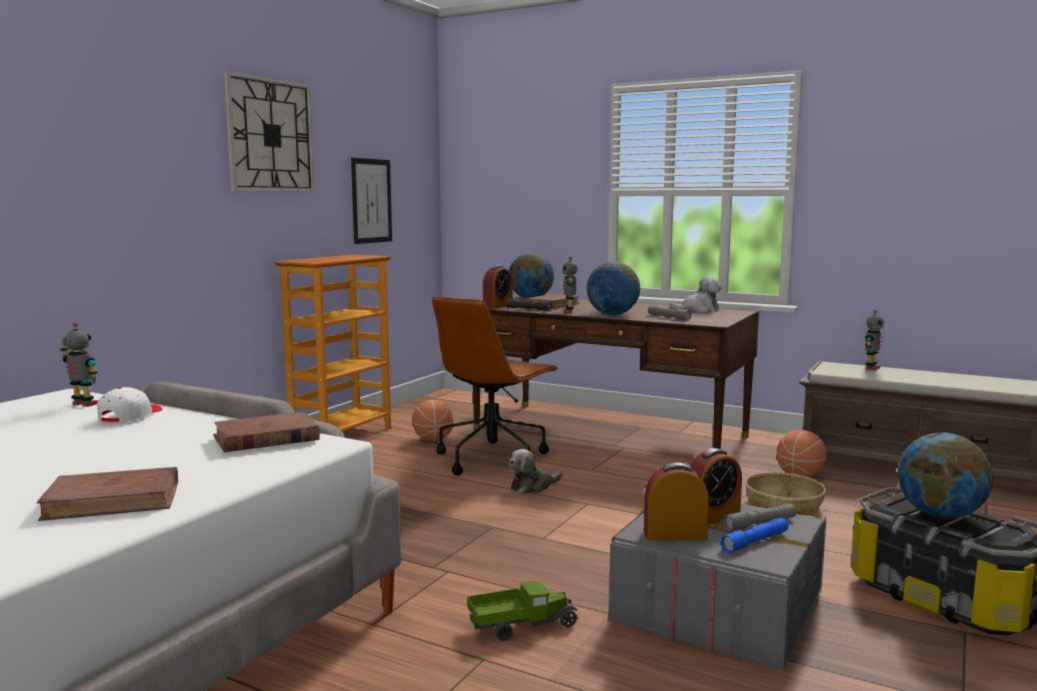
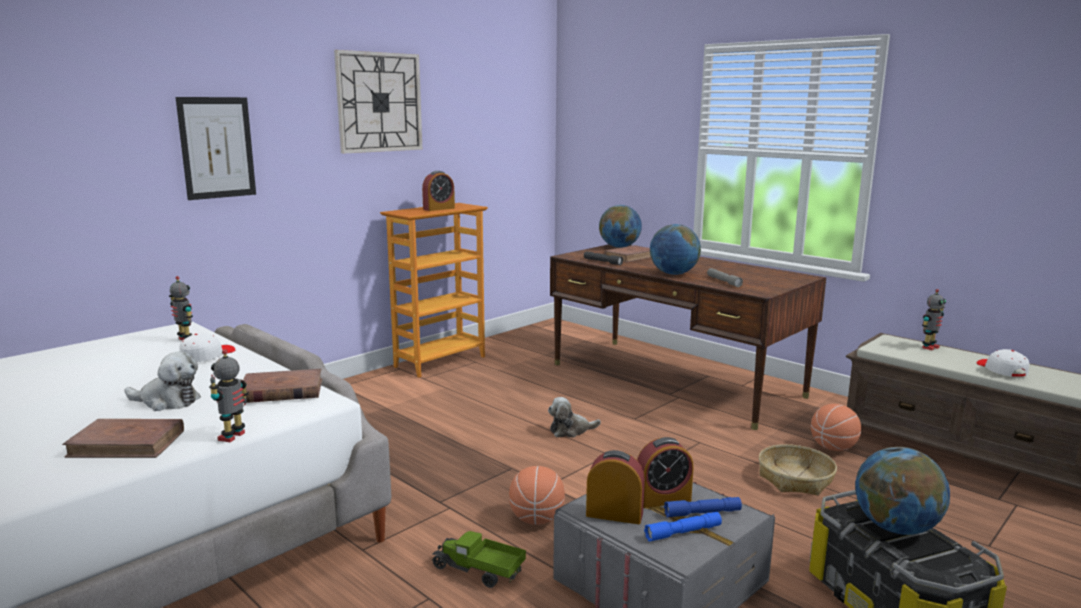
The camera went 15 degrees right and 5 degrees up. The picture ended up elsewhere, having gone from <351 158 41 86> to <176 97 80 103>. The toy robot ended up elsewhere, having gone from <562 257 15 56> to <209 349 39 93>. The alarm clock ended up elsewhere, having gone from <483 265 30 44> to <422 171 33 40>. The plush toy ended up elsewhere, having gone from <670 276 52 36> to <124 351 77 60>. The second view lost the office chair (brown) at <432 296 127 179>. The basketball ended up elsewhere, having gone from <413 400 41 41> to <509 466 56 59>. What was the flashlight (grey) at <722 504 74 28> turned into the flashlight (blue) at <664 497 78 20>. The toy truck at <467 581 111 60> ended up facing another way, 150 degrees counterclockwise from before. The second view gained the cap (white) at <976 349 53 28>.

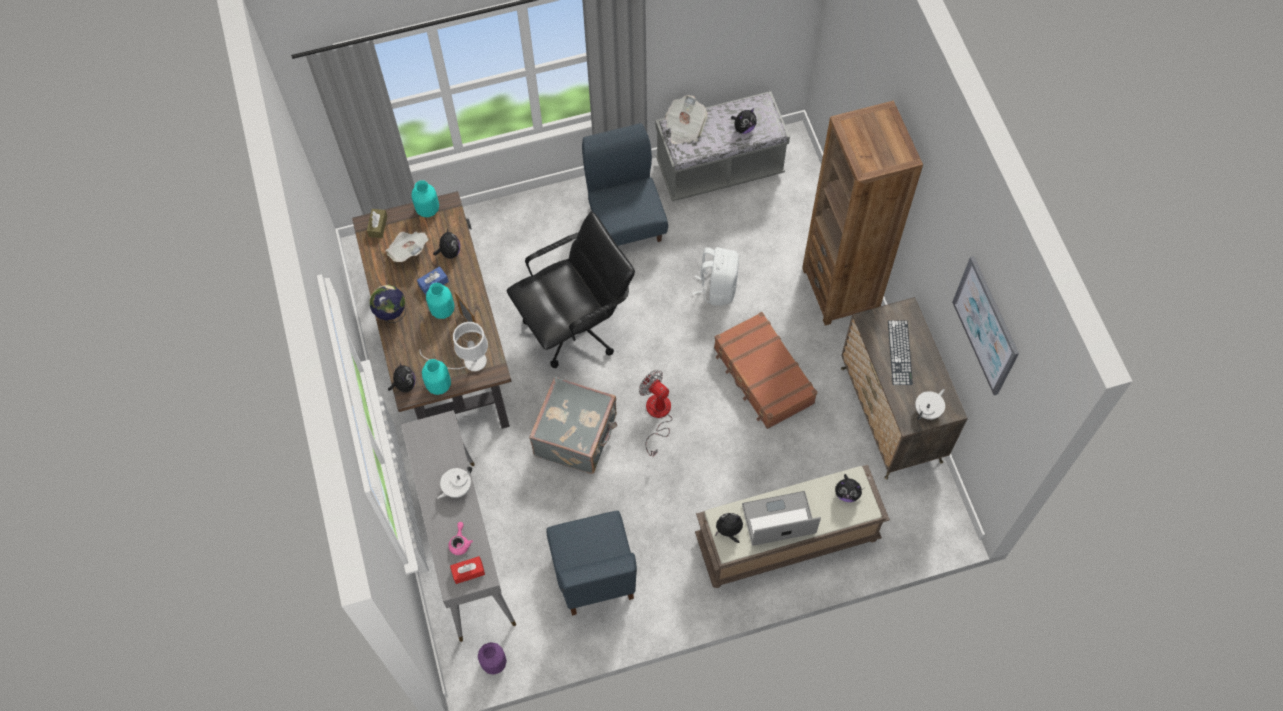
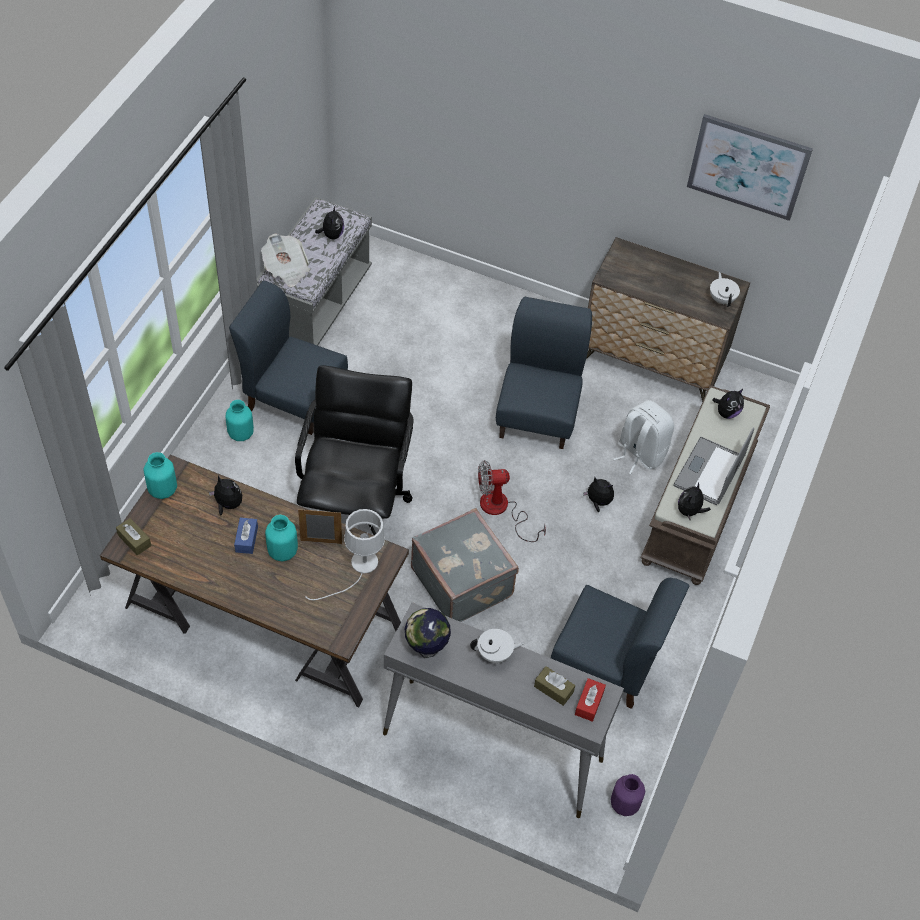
The camera went 55 degrees left and 10 degrees down. The second view lost the bookcase (brown) at <802 101 121 224>. The second view lost the newspaper at <385 231 43 31>. The backpack (white) ended up elsewhere, having gone from <693 247 46 59> to <613 400 61 74>. The globe ended up elsewhere, having gone from <370 285 36 38> to <405 608 46 50>. Where the suitcase (brown) stood at <714 312 104 117>, the chair (blue) came to stand at <496 297 96 152>. The second view lost the keyboard at <888 320 25 65>. The vase (turquoise) ended up elsewhere, having gone from <422 359 29 36> to <226 400 28 41>. The plush toy ended up elsewhere, having gone from <388 362 27 30> to <583 477 31 35>. The teapot (white) at <437 466 35 33> ended up facing another way, 90 degrees counterclockwise from before. Where the teapot (pink) stood at <448 522 25 33>, the tissue box (brown) came to stand at <534 666 41 40>.

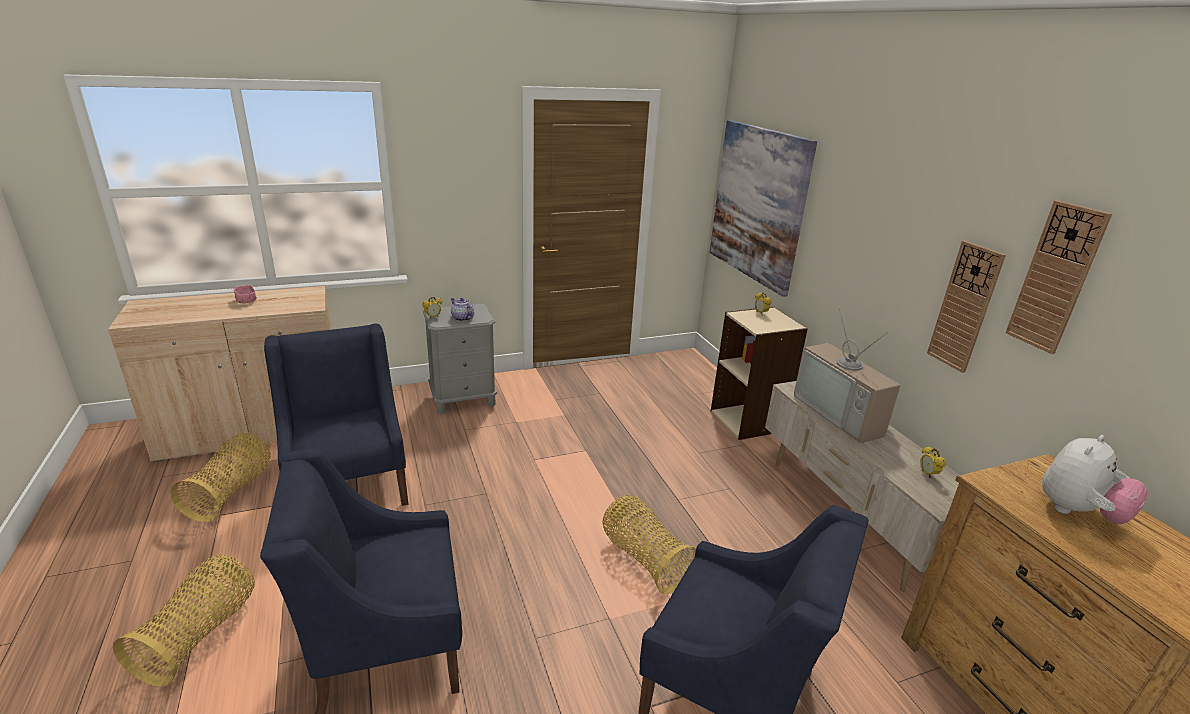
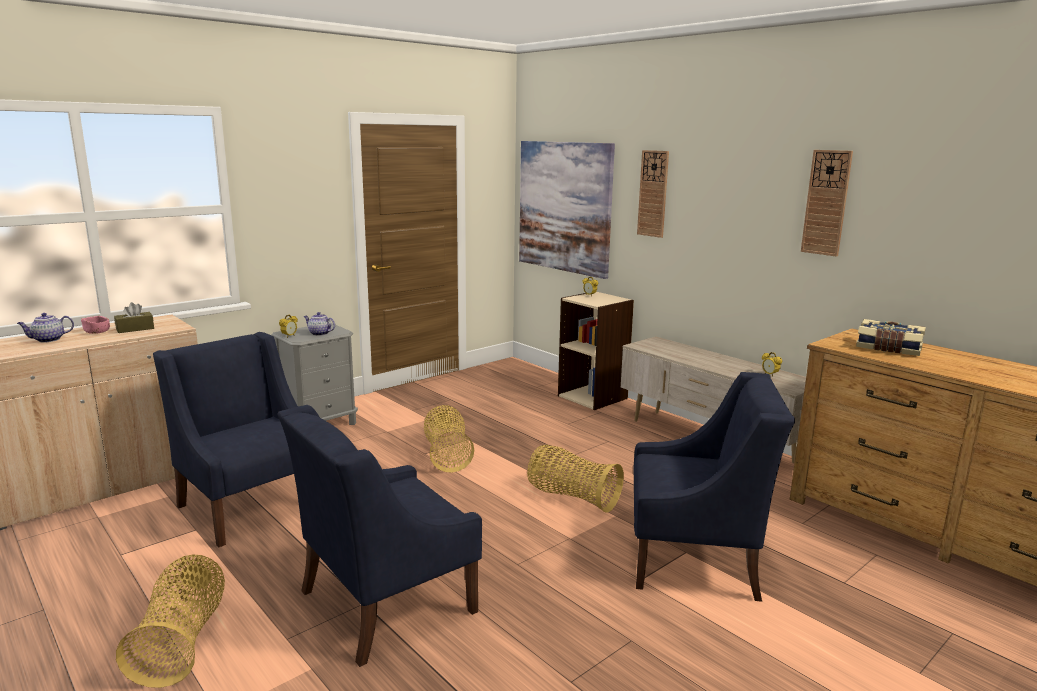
The camera went 20 degrees left and 10 degrees down. The wall clock ended up elsewhere, having gone from <927 241 79 132> to <637 150 32 88>. The second view lost the television at <794 308 107 135>. The basket ended up elsewhere, having gone from <170 434 101 88> to <424 405 50 68>. Where the plush toy stood at <1042 435 105 89>, the book came to stand at <856 319 70 37>. The second view gained the tissue box (brown) at <114 302 40 31>. The second view gained the teapot at <17 313 57 30>.

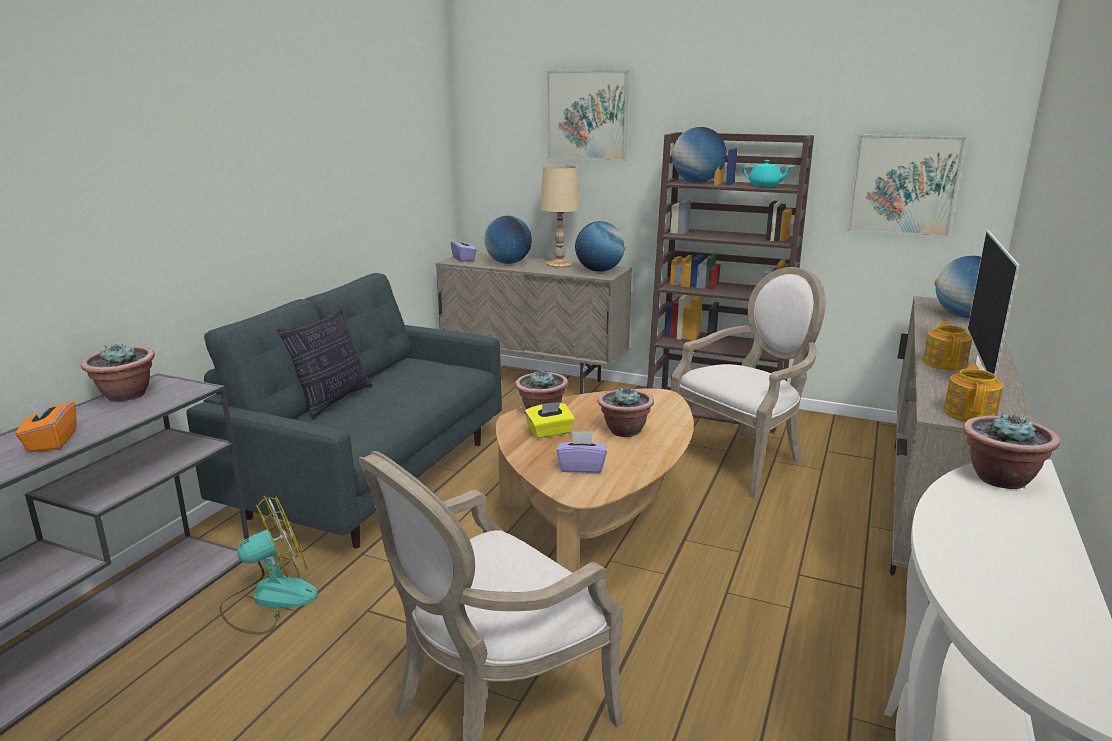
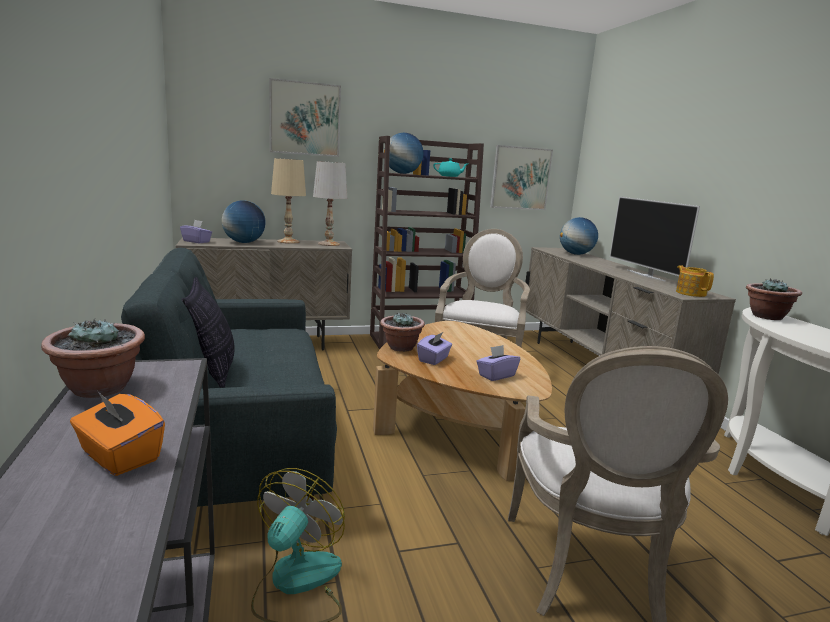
The camera went 40 degrees left and 5 degrees down. Where the globe stood at <575 221 51 51>, the table lamp (white) came to stand at <313 161 34 85>. The second view lost the teapot at <923 321 49 49>. The second view lost the potted plant at <598 386 56 51>. What was the tissue box (yellow) at <525 402 50 37> turned into the tissue box (purple) at <417 332 35 33>.

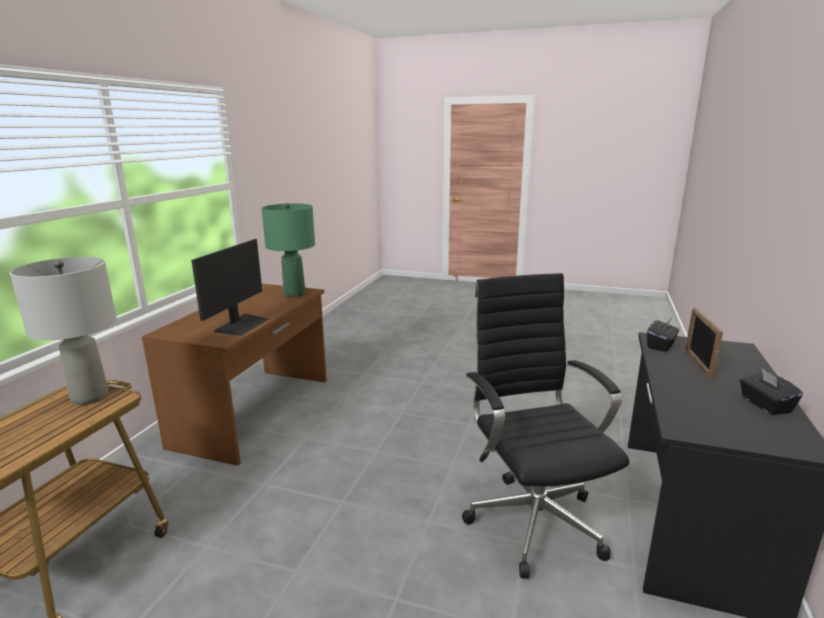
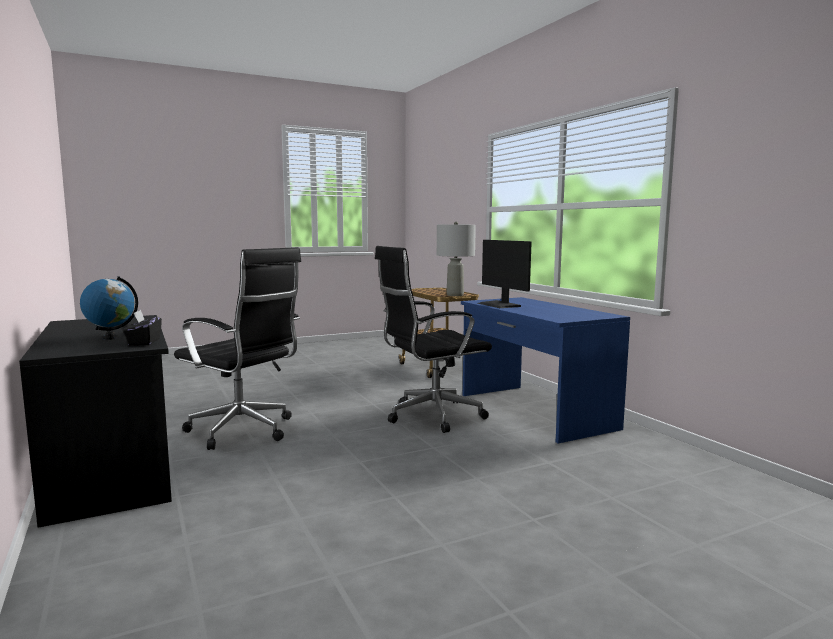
The camera went 135 degrees right and 10 degrees down. The second view lost the table lamp (green) at <262 203 53 94>. What was the desk (brown) at <142 284 185 182> turned into the desk (blue) at <461 297 169 147>. Where the picture frame stood at <685 308 38 71>, the globe came to stand at <80 276 58 64>. The second view lost the tissue box (black) at <740 369 63 46>. The second view gained the office chair (black) at <375 246 117 187>.

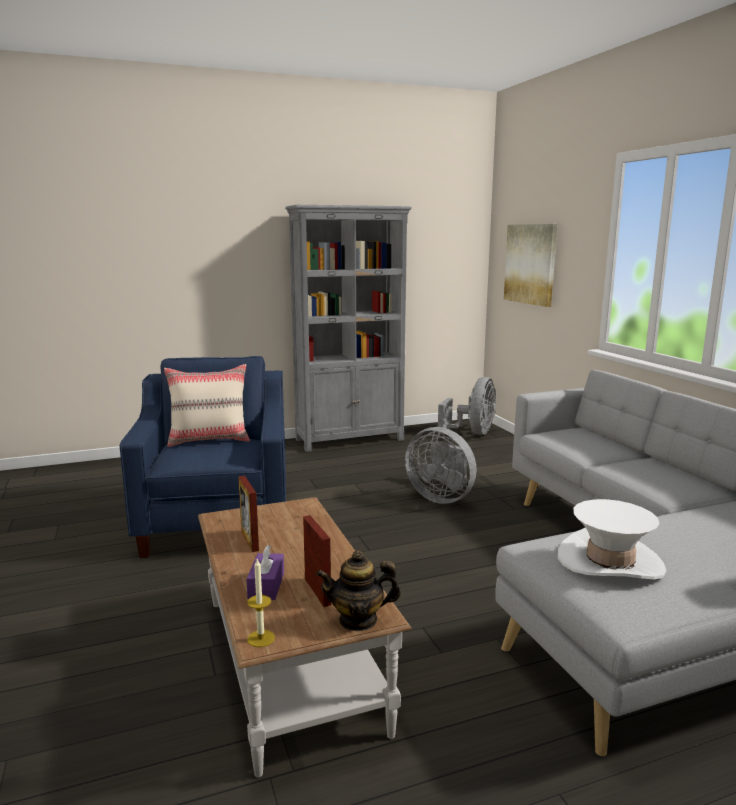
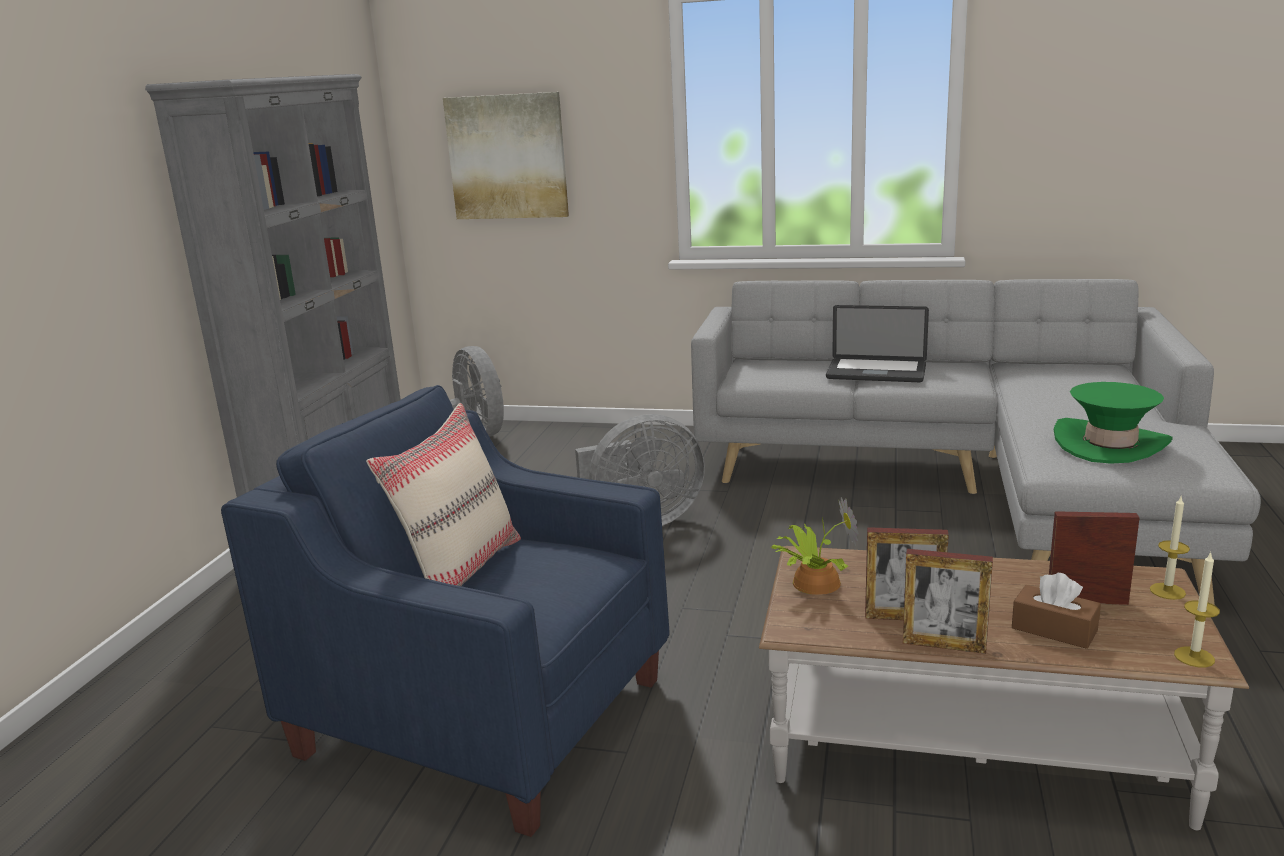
The camera went 55 degrees left and 5 degrees up. What was the hat (white) at <558 499 108 80> turned into the hat (green) at <1054 382 118 82>. What was the tissue box (purple) at <246 545 38 55> turned into the tissue box (brown) at <1012 573 89 76>. Where the teapot stood at <316 550 85 81>, the candle came to stand at <1150 495 40 105>. The second view gained the laptop at <826 305 103 77>. The second view gained the potted plant at <771 497 88 98>. The second view gained the picture frame at <903 549 90 105>.

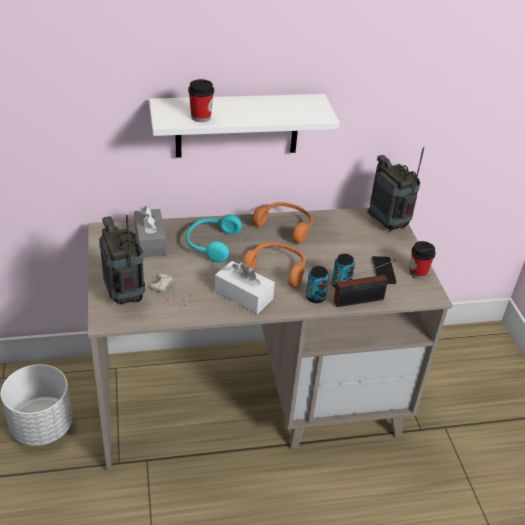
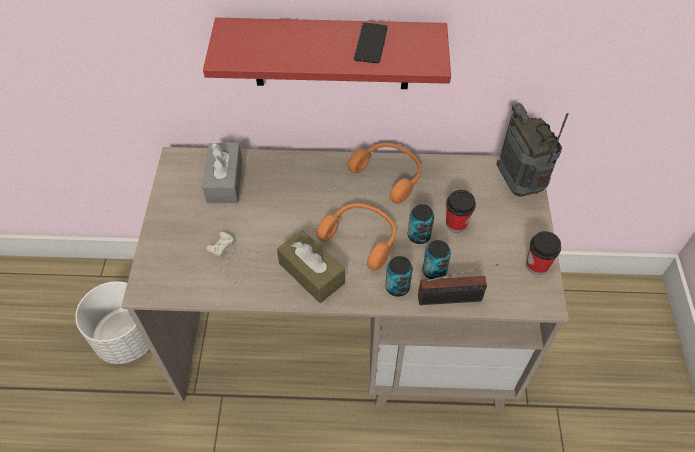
The camera went 15 degrees right and 15 degrees up. The cup ended up elsewhere, having gone from <188 79 26 43> to <446 190 30 43>. What was the shelf (white) at <149 94 190 64> turned into the shelf (red) at <203 18 248 71>. The second view lost the headphones (turquoise) at <186 214 56 48>. The second view lost the radio at <99 215 46 89>. The phone ended up elsewhere, having gone from <372 256 25 28> to <354 23 34 40>. What was the tissue box (white) at <215 261 60 53> turned into the tissue box (brown) at <277 230 68 73>. The second view gained the can at <408 204 26 40>.

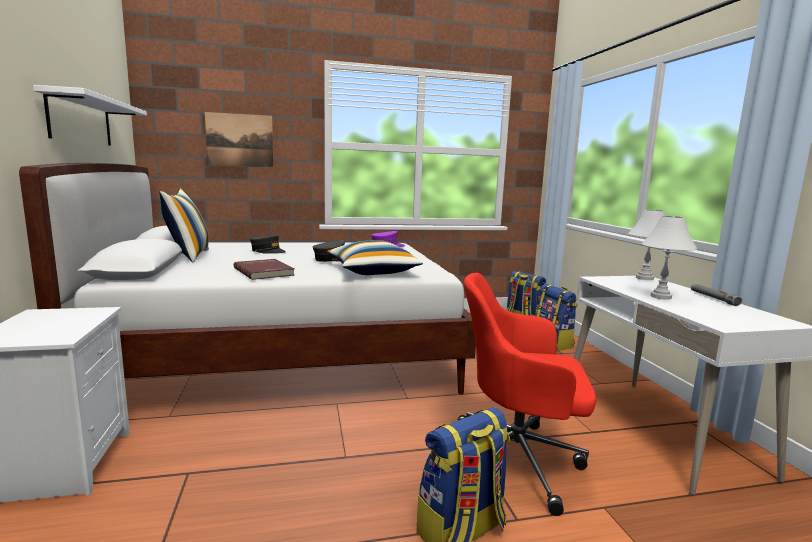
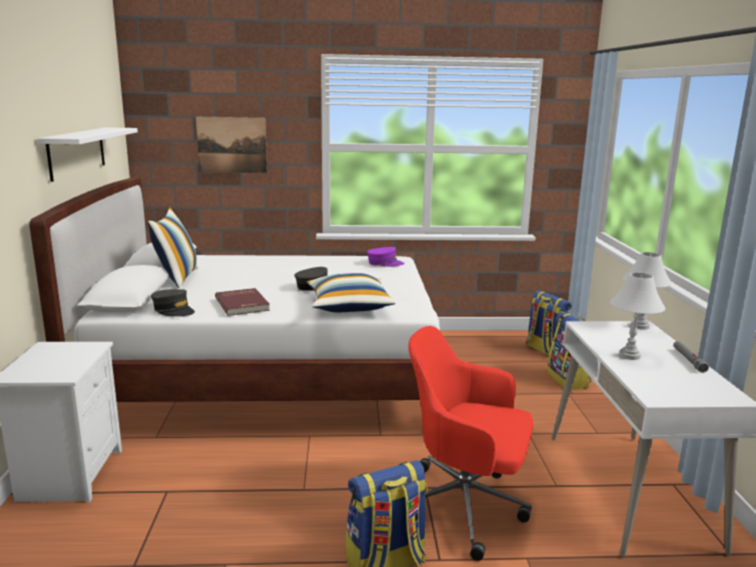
The camera went 10 degrees right and 5 degrees up. The cap (grey) ended up elsewhere, having gone from <250 235 36 19> to <151 289 44 28>.

